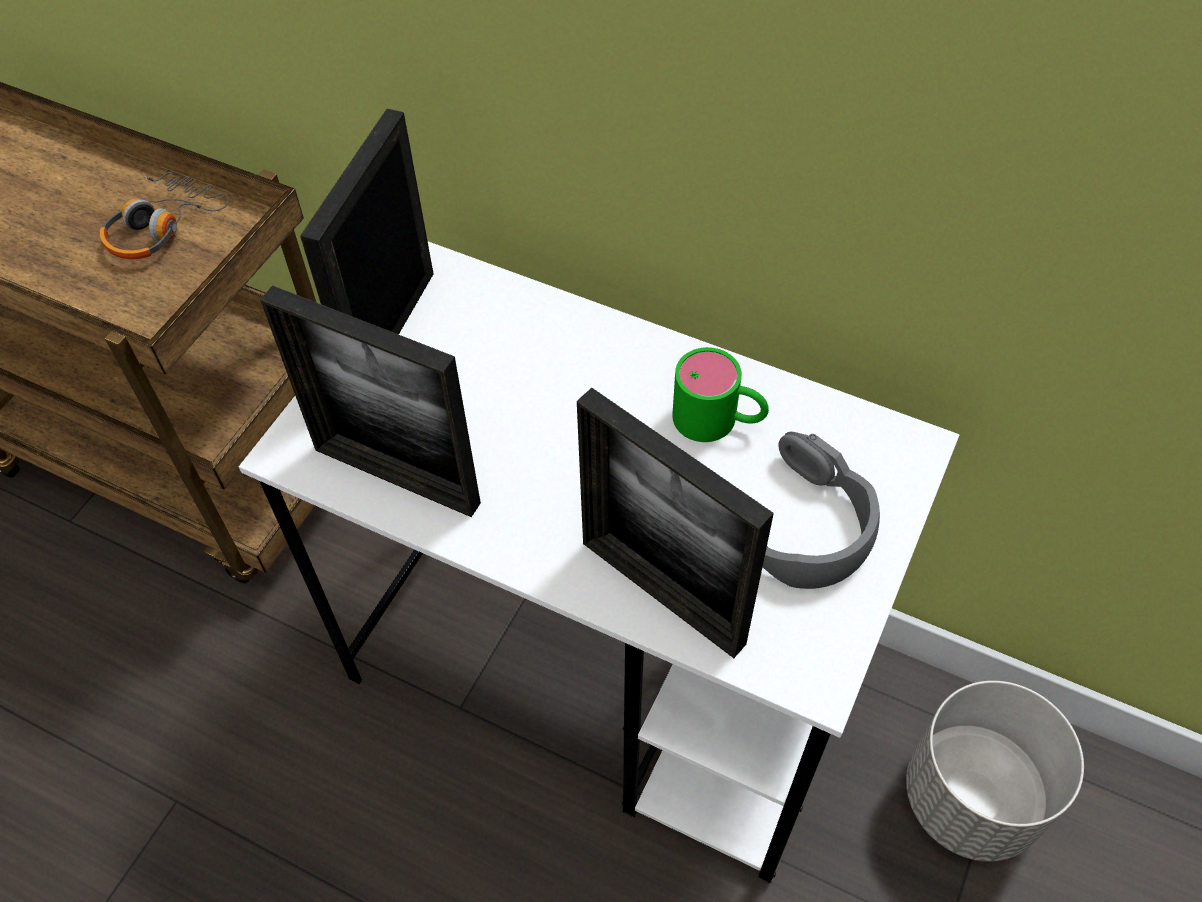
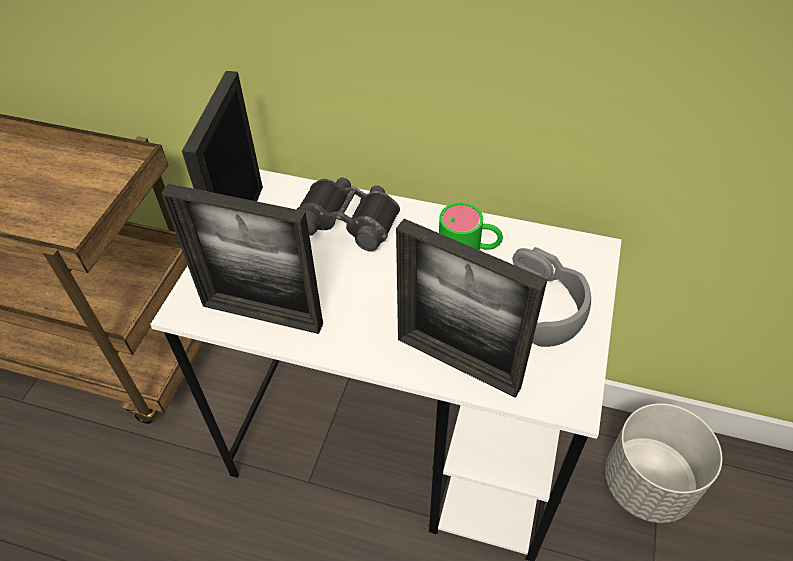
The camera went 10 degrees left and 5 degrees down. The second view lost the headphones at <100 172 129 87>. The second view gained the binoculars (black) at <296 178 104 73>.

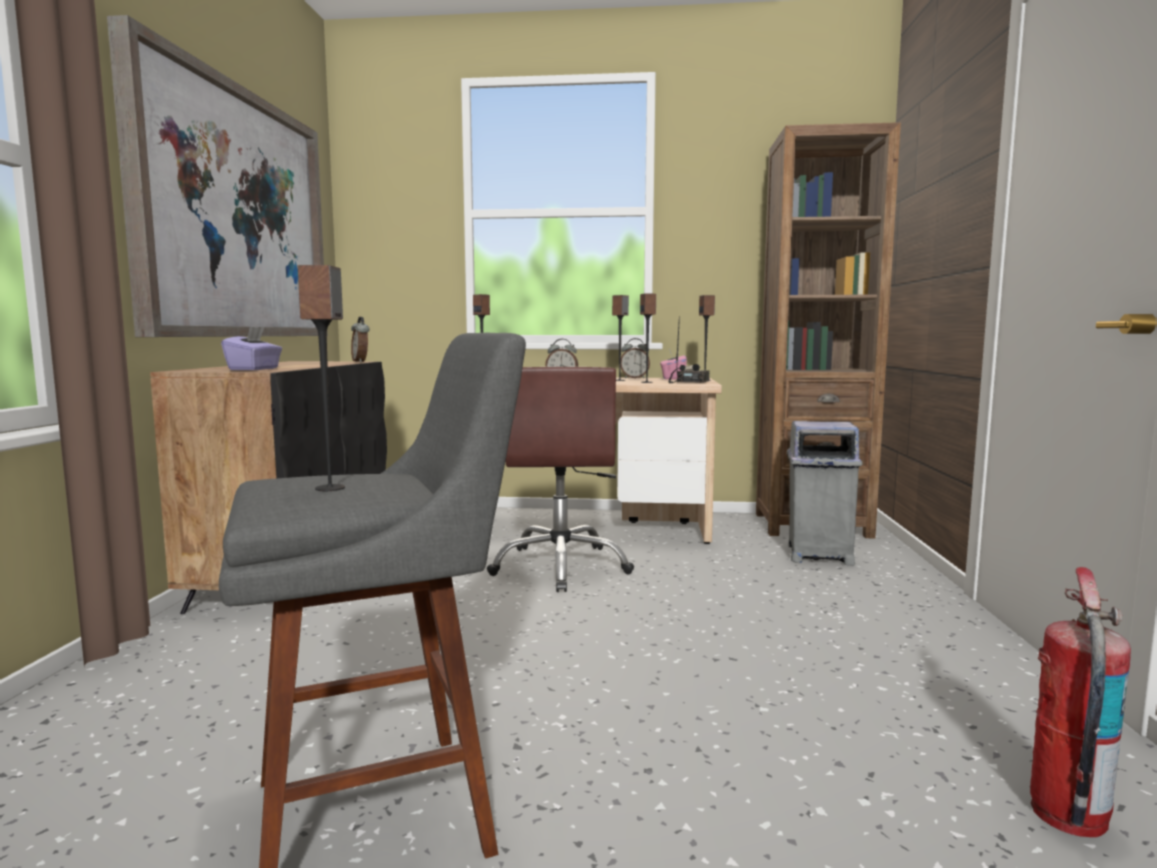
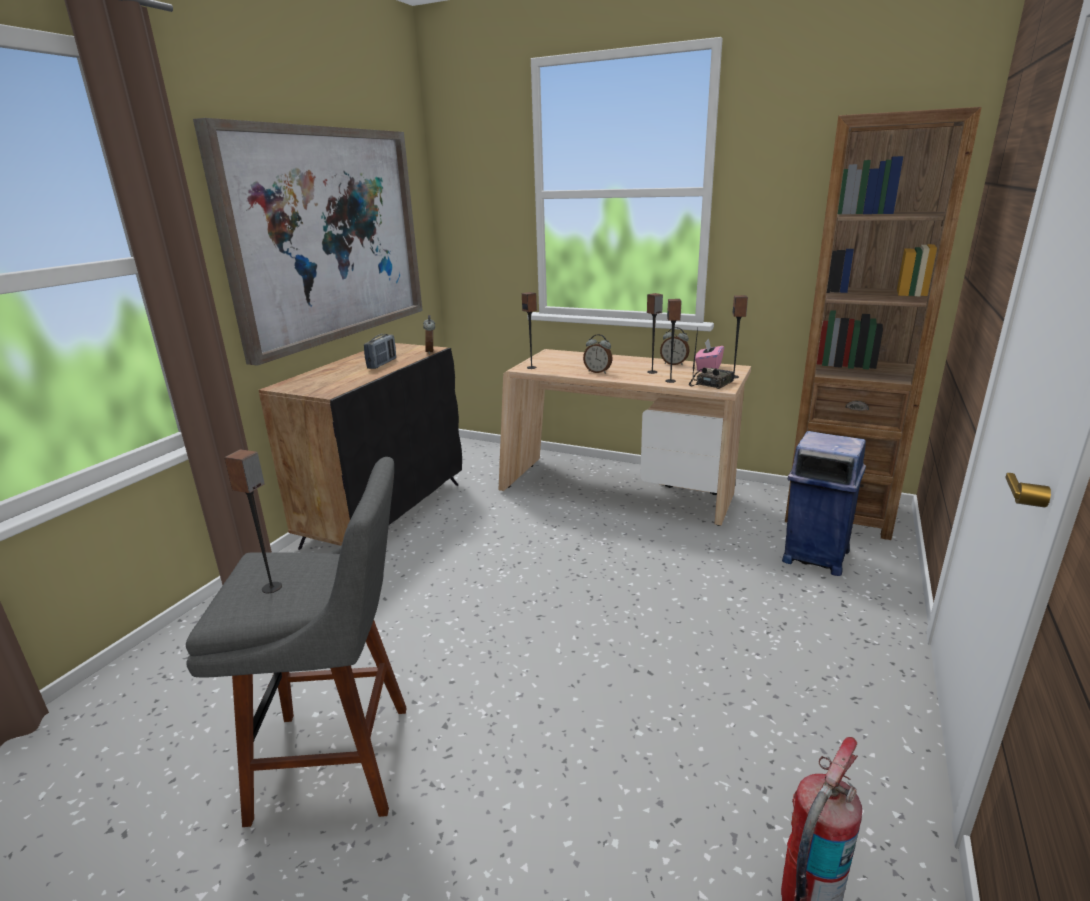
The camera went 20 degrees right and 15 degrees up. The second view lost the tissue box (purple) at <221 327 61 43>. The second view lost the office chair (brown) at <487 367 147 225>. What was the trash can (grey) at <787 421 75 145> turned into the trash can (blue) at <782 431 84 145>. The second view gained the radio at <364 334 32 35>.

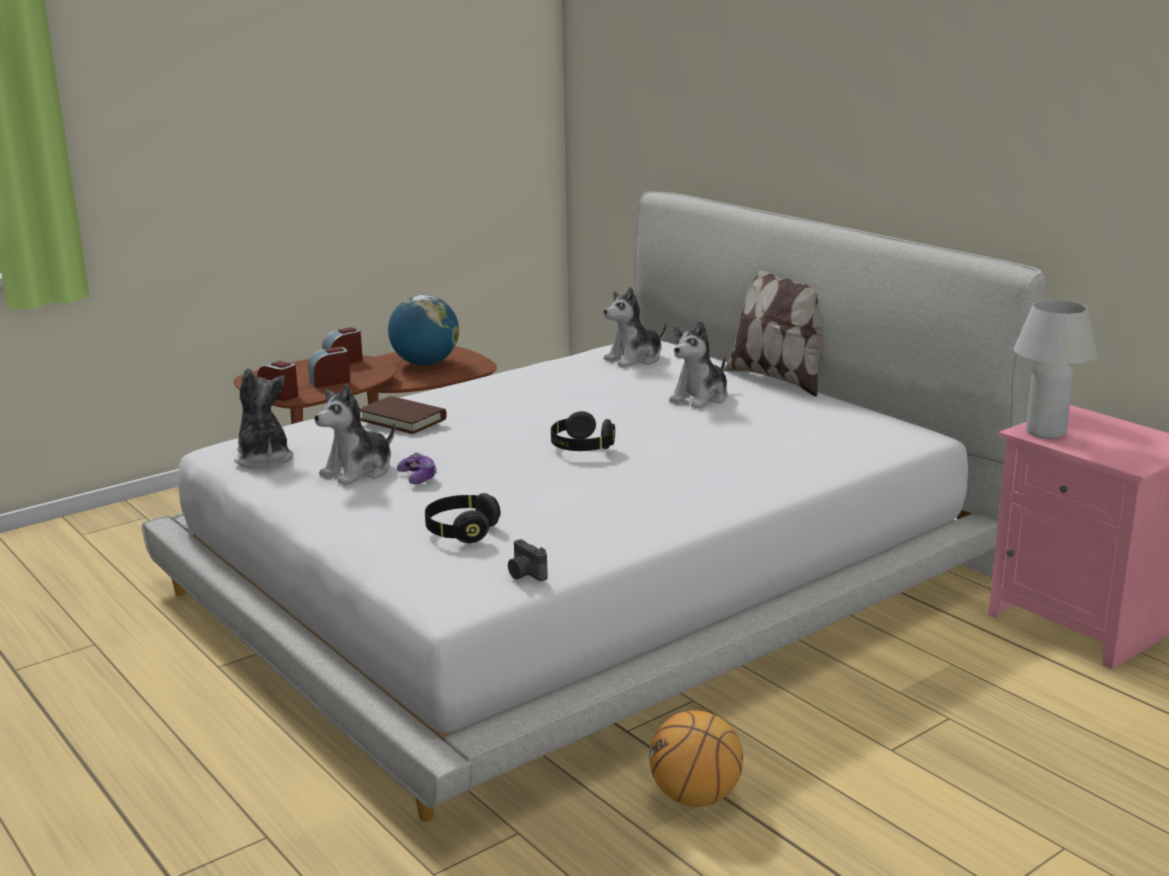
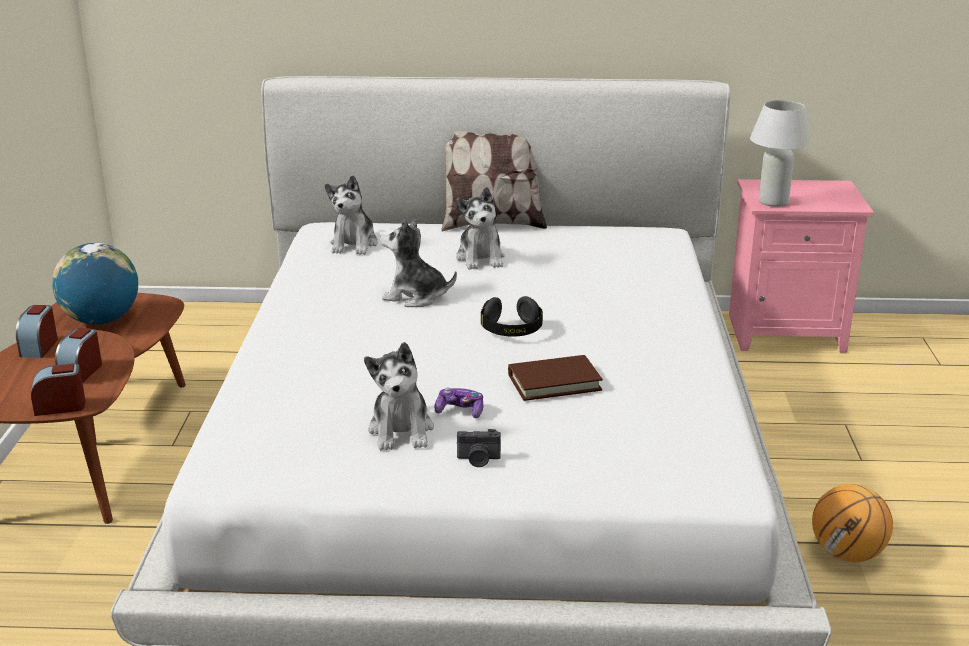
The camera went 50 degrees left and 5 degrees up. The plush toy ended up elsewhere, having gone from <234 368 60 100> to <380 219 77 88>. The book (brown) ended up elsewhere, having gone from <360 396 87 38> to <508 355 95 46>. The second view lost the headphones (black) at <425 493 75 50>. The photo camera ended up elsewhere, having gone from <508 539 40 42> to <457 429 44 38>.

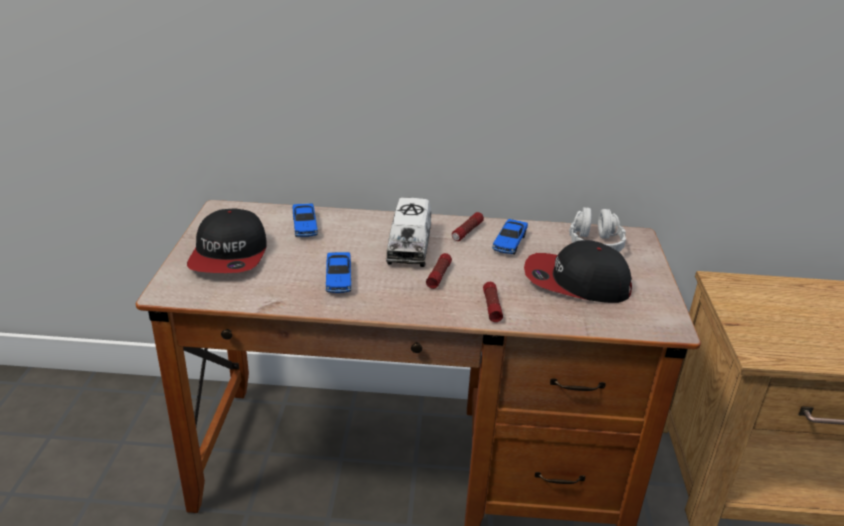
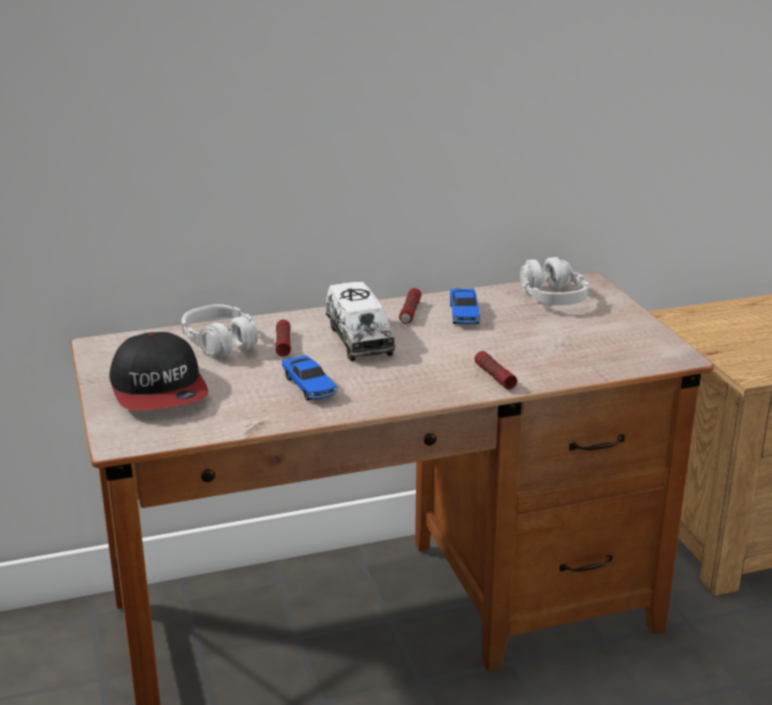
The camera went 20 degrees left and 5 degrees down. Where the toy car stood at <293 203 25 34>, the headphones (grey) came to stand at <182 304 76 54>. The second view lost the cap at <524 240 108 63>. The flashlight ended up elsewhere, having gone from <426 253 26 36> to <276 320 15 37>.

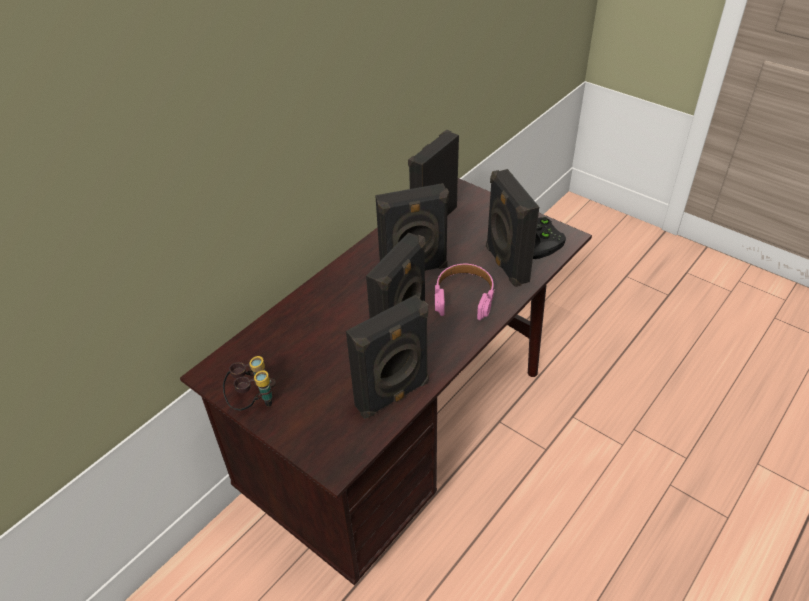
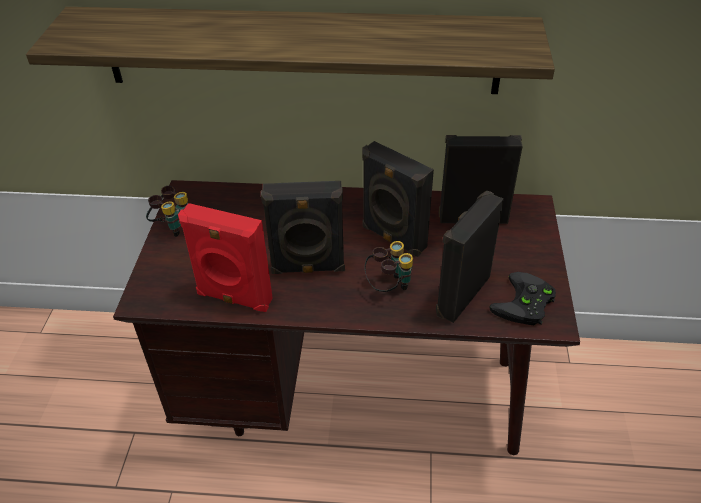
The camera went 55 degrees right and 0 degrees up. Where the headphones (pink) stood at <435 264 60 56>, the binoculars came to stand at <364 241 49 51>. What was the speaker (black) at <346 295 83 124> turned into the speaker (red) at <178 203 95 109>. The second view gained the shelf at <26 7 529 87>.

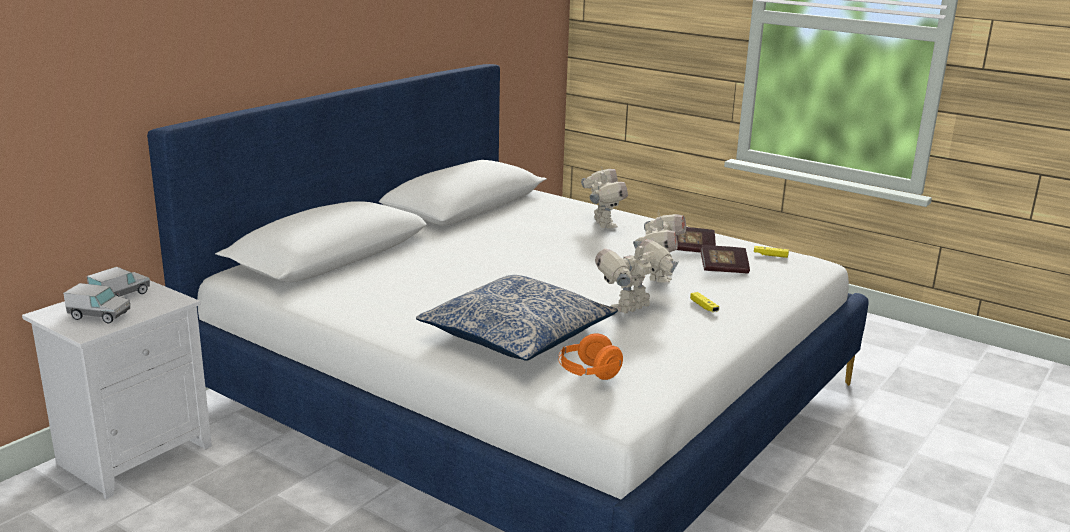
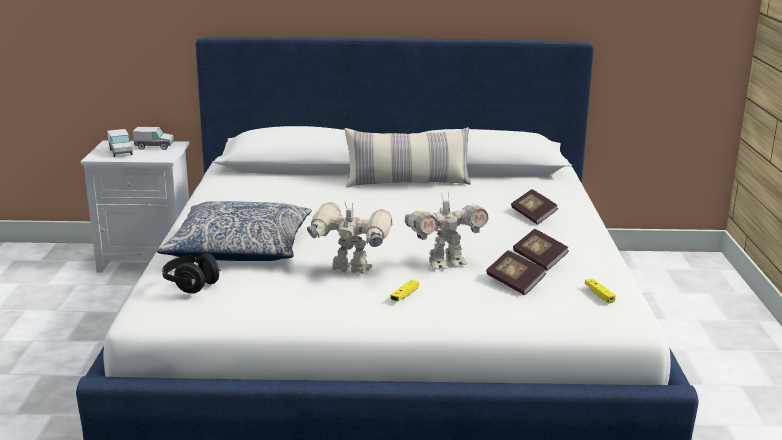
The camera went 55 degrees right and 0 degrees up. Where the toy robot stood at <581 167 47 62>, the book came to stand at <511 189 47 36>. What was the headphones (orange) at <558 333 65 47> turned into the headphones (black) at <162 253 59 40>. The second view gained the pillow at <345 127 126 60>.

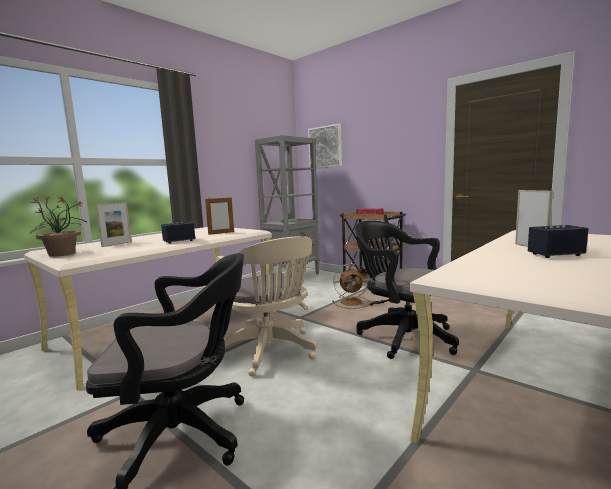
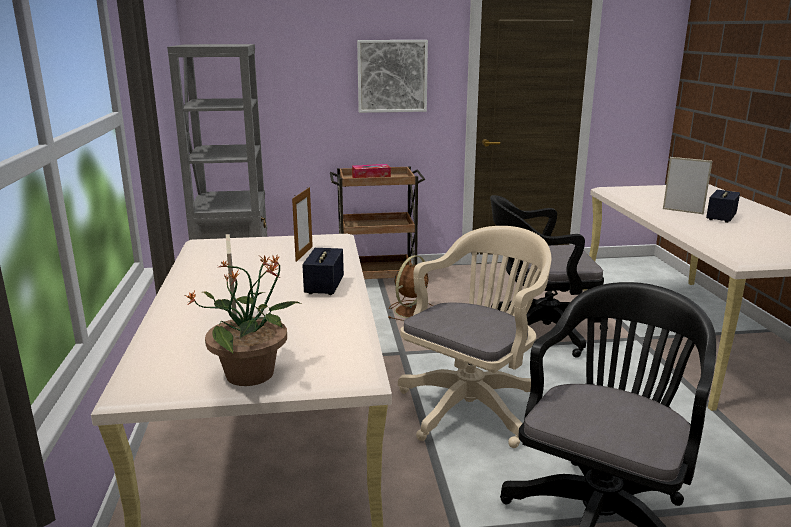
The camera went 50 degrees left and 10 degrees up. The picture ended up elsewhere, having gone from <308 124 34 44> to <357 40 71 73>. The office chair (beige) at <216 237 101 140> ended up facing another way, 60 degrees counterclockwise from before.

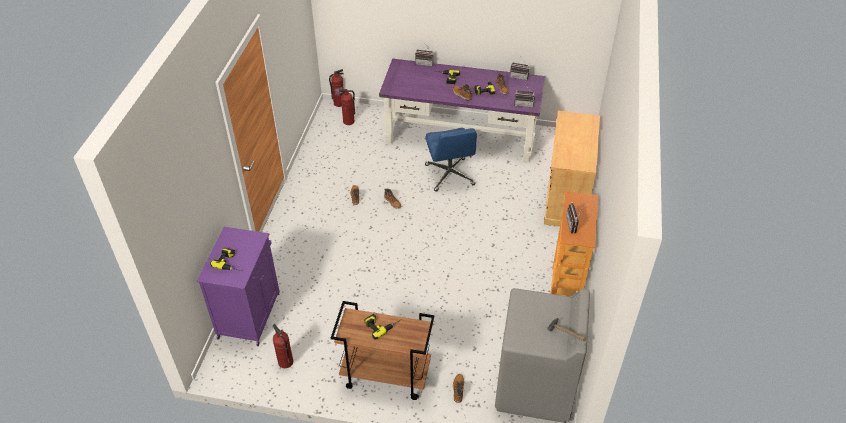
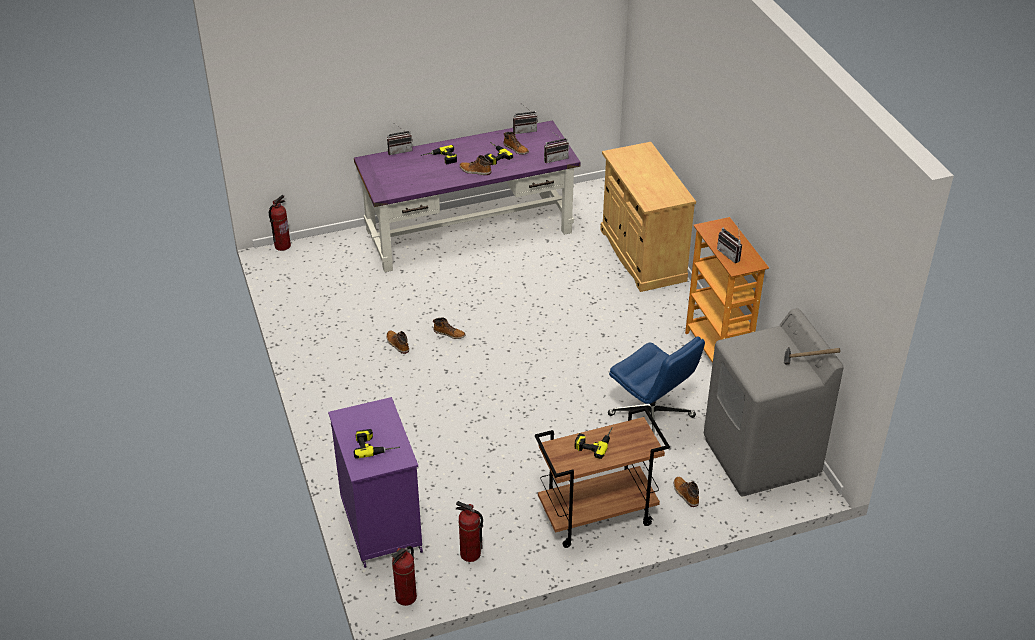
The camera went 30 degrees left and 5 degrees down. The fire extinguisher ended up elsewhere, having gone from <339 89 16 36> to <392 546 25 60>. The office chair (blue) ended up elsewhere, having gone from <425 128 52 64> to <608 336 97 99>.

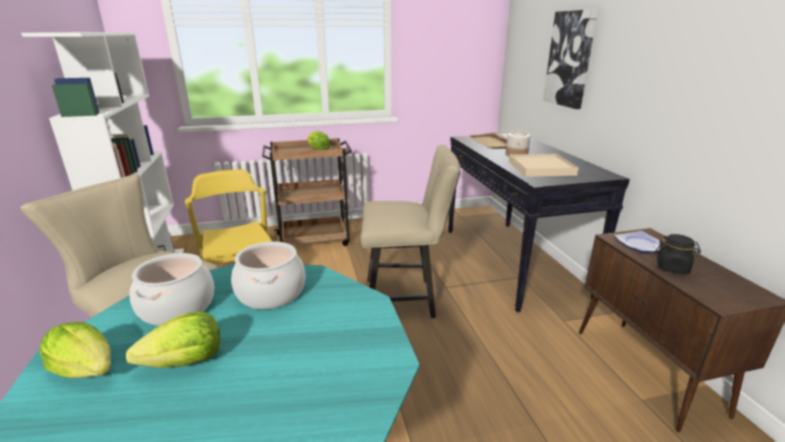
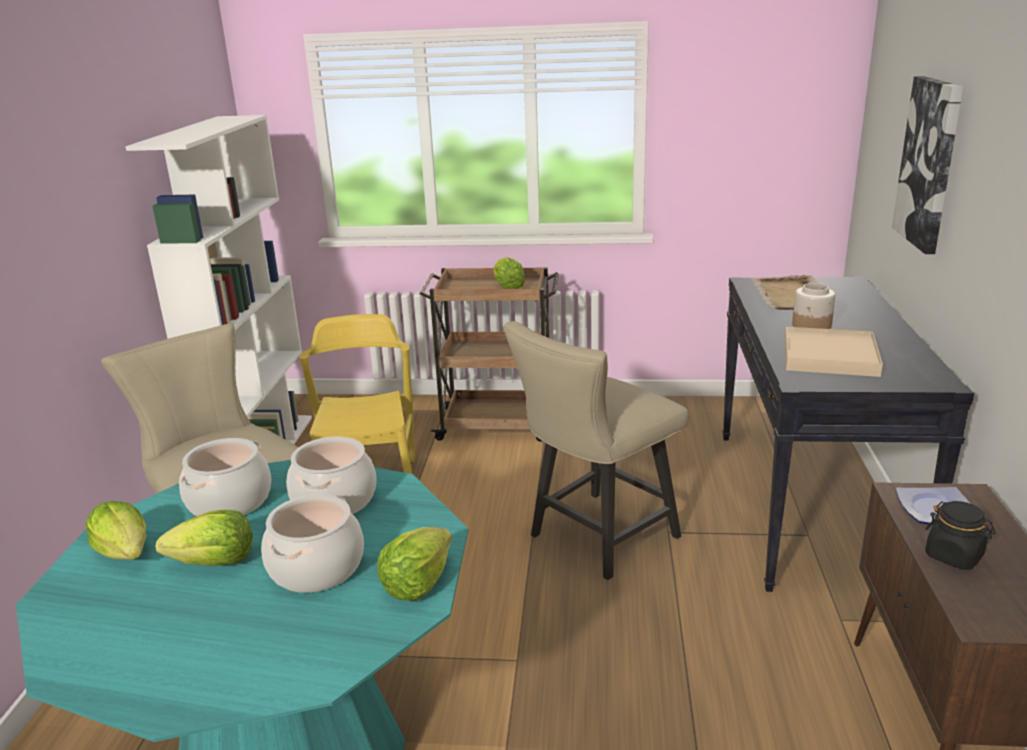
The camera went 20 degrees right and 0 degrees up. The chair (beige) at <361 145 100 173> ended up facing another way, 120 degrees clockwise from before. The second view gained the cooking pot at <261 494 103 99>. The second view gained the lettuce at <377 527 75 74>.

